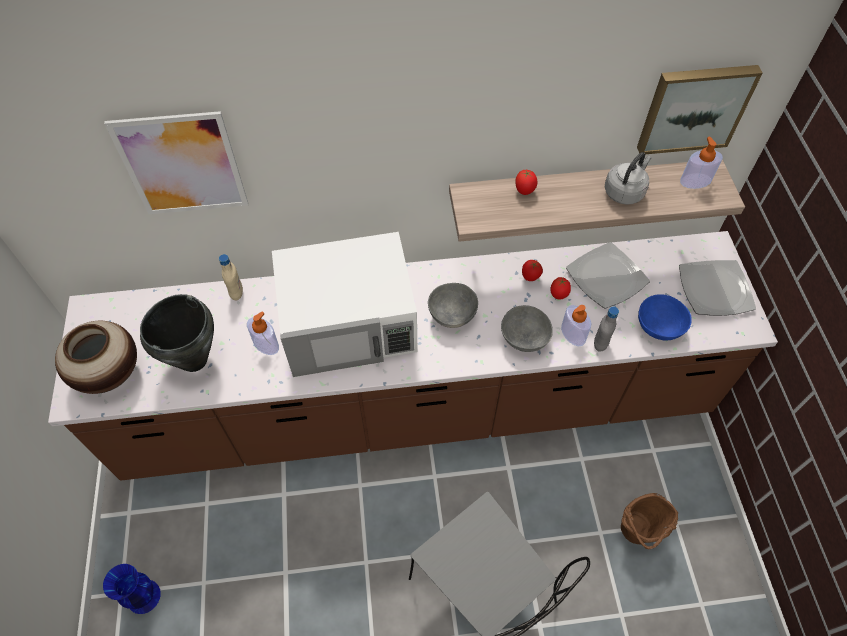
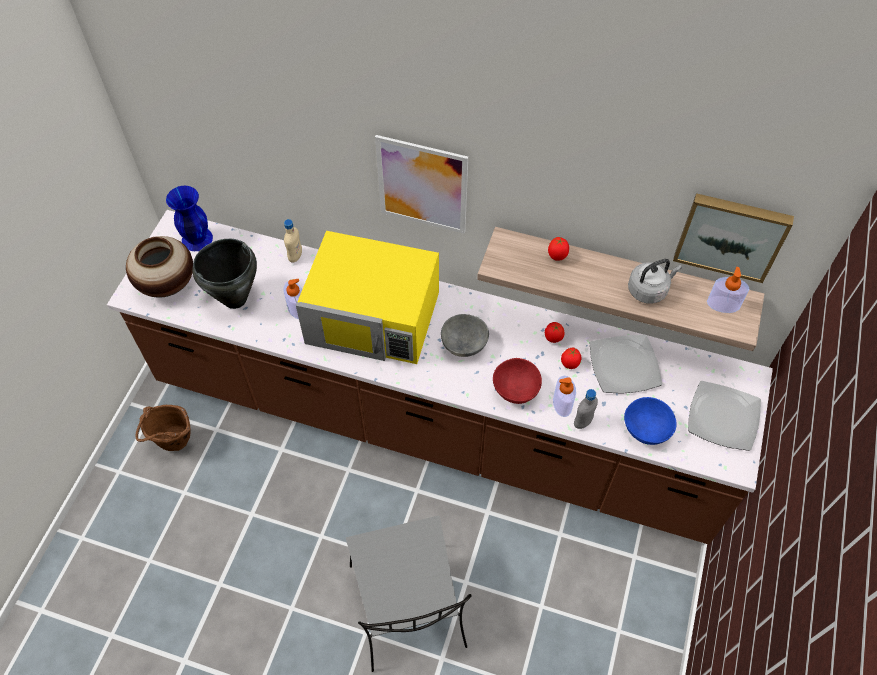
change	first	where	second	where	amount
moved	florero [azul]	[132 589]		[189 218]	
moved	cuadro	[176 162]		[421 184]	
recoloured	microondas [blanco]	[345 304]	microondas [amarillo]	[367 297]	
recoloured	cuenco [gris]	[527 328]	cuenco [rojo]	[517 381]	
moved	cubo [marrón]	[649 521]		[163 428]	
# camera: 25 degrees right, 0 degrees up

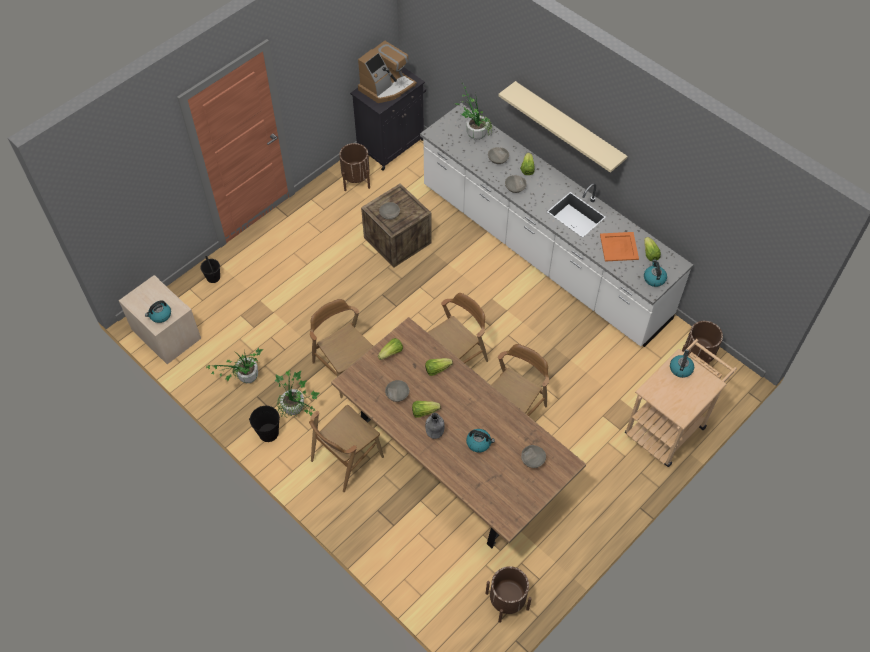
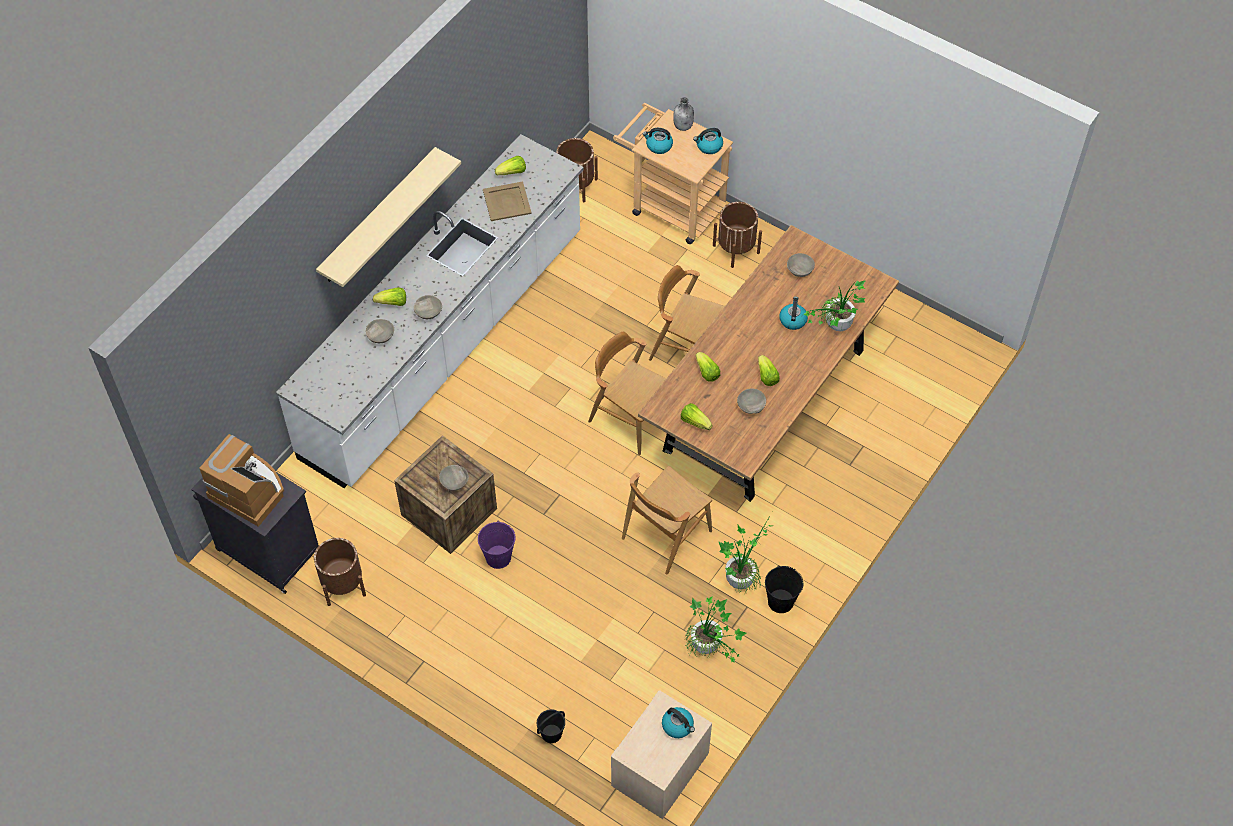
change	first	where	second	where	amount
removed	silla [marrón]	[346 448]			
moved	botella [gris]	[434 426]		[683 114]	
moved	planta en maceta	[472 111]		[834 305]	
moved	maceta [marrón]	[509 594]		[737 235]	
recoloured	bandeja [naranja]	[619 246]	bandeja [beis]	[507 201]	
moved	hervidor	[655 273]		[708 141]	
added			cubo [morado]	[497 545]	
# camera: 100 degrees left, 0 degrees up

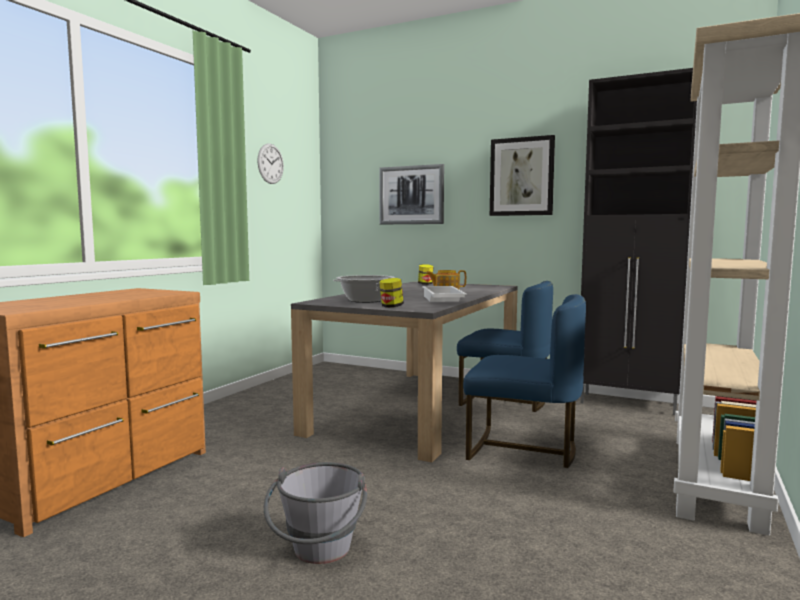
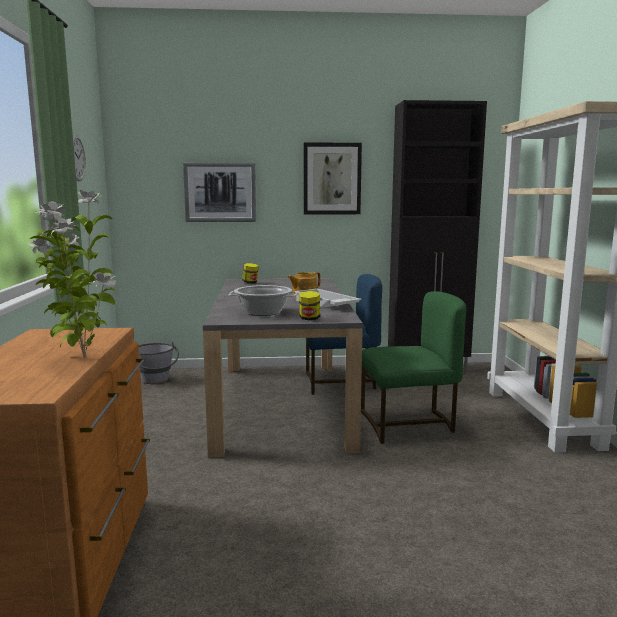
change	first	where	second	where	amount
moved	cubo [gris]	[315 513]		[158 363]	
recoloured	silla [azul]	[524 381]	silla [verde]	[413 367]	
added			planta en maceta	[73 273]	
# camera: 30 degrees left, 5 degrees up

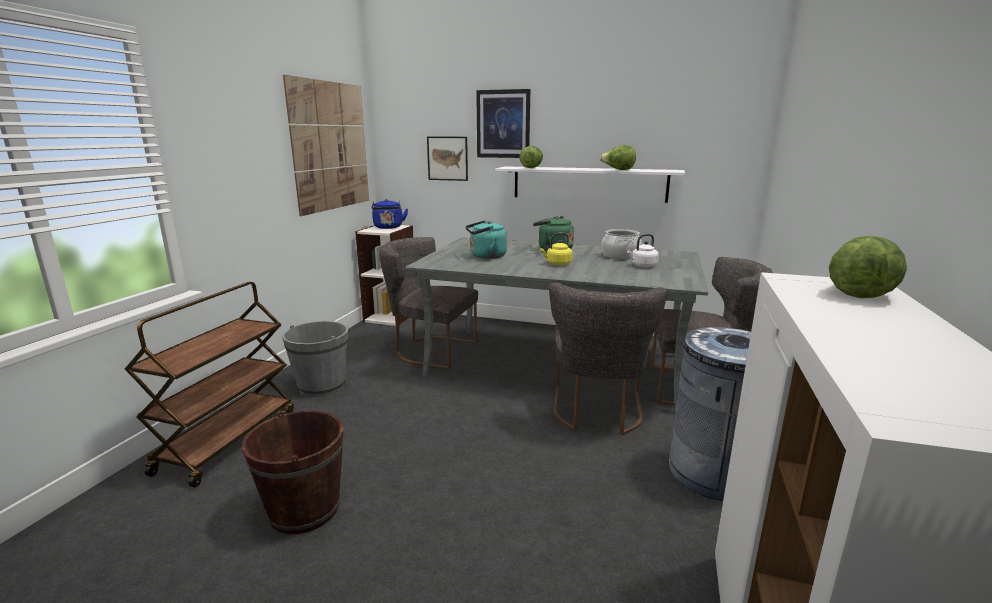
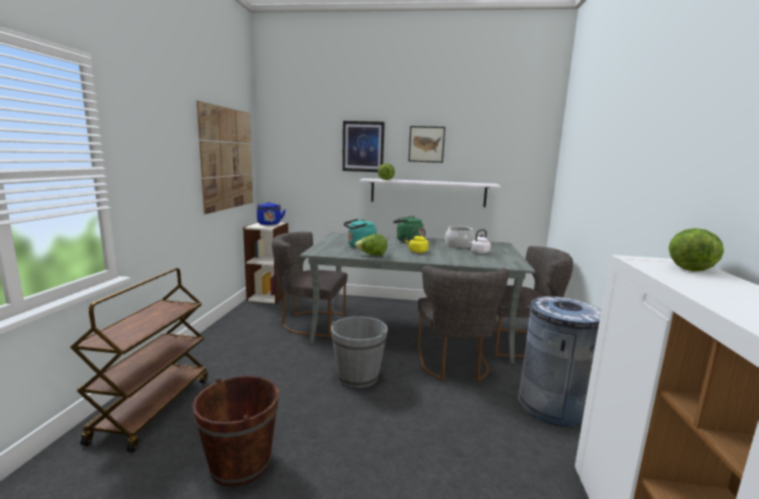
change	first	where	second	where	amount
moved	cubo [gris]	[315 359]		[359 352]	
moved	cuadro	[447 159]		[426 144]	
moved	lechuga	[618 157]		[371 245]	
# camera: 10 degrees left, 5 degrees down

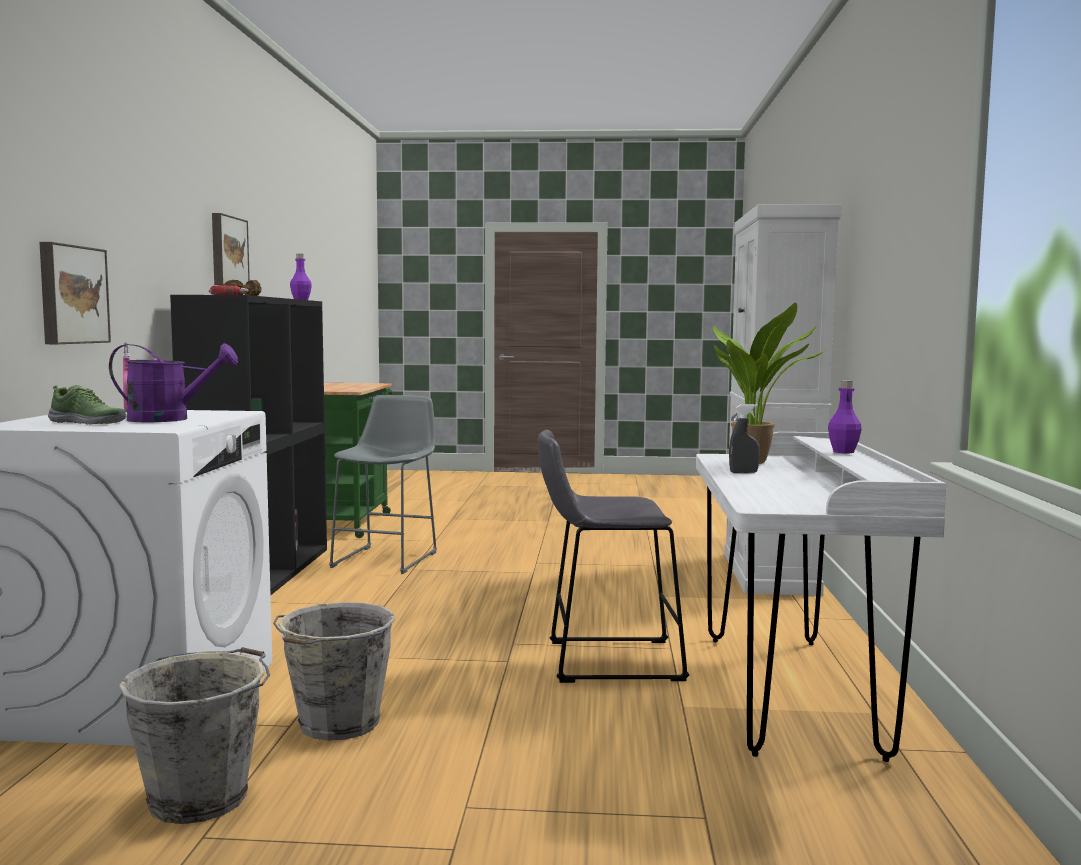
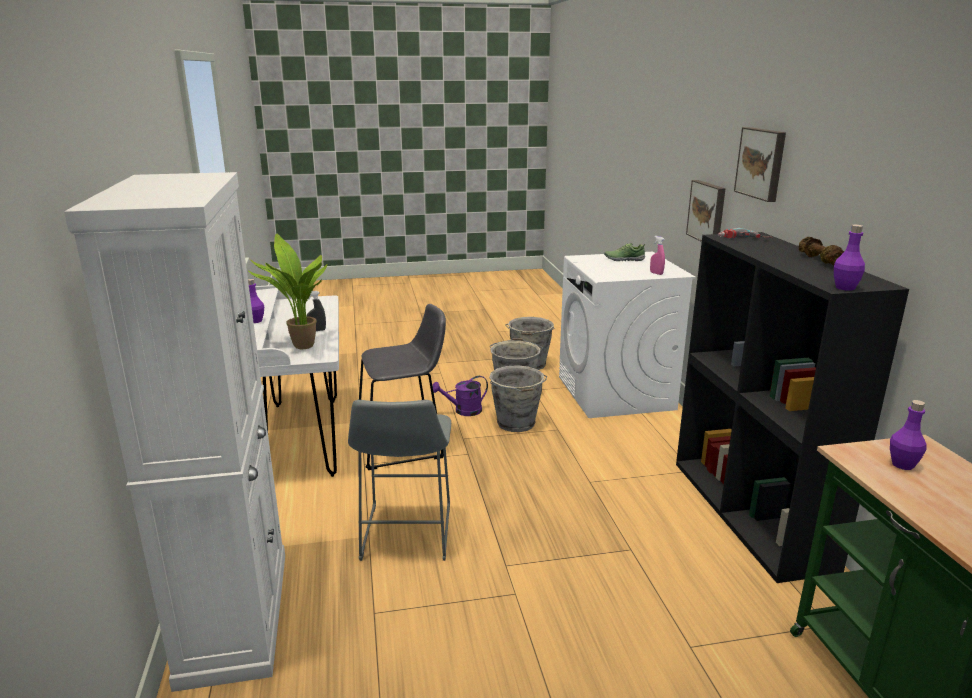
change	first	where	second	where	amount
moved	regadera [morado]	[173 382]		[460 396]	
moved	cuadro	[231 249]		[760 164]	
moved	taburete [gris]	[383 484]		[399 480]	
added			cubo [gris]	[518 398]	
added			botella [morado]	[908 435]	
# camera: 165 degrees right, 15 degrees up

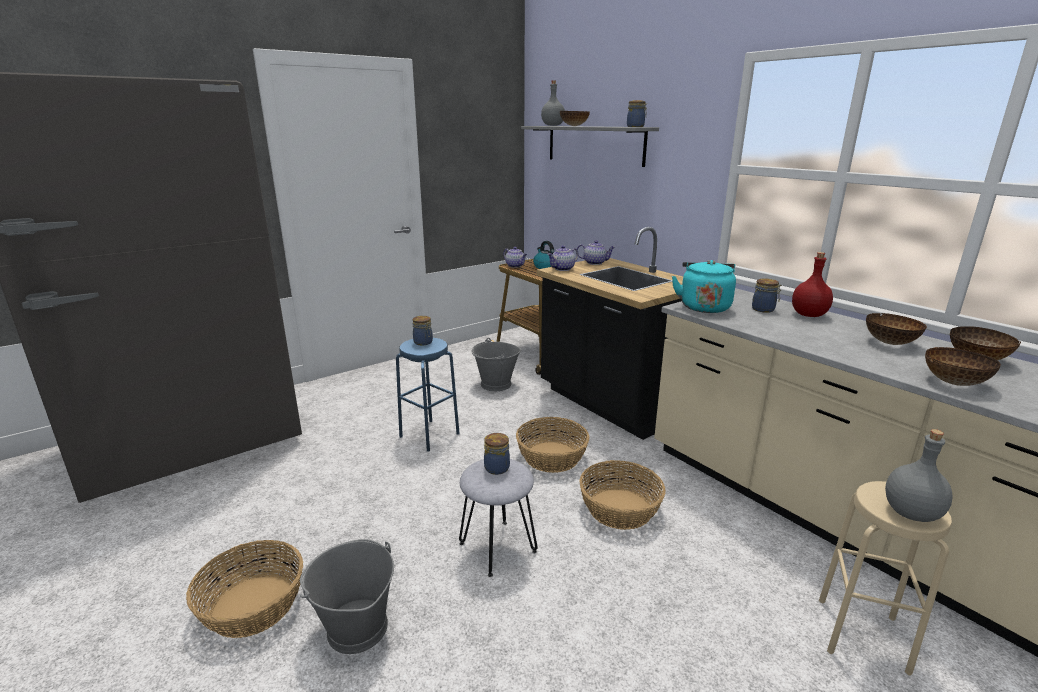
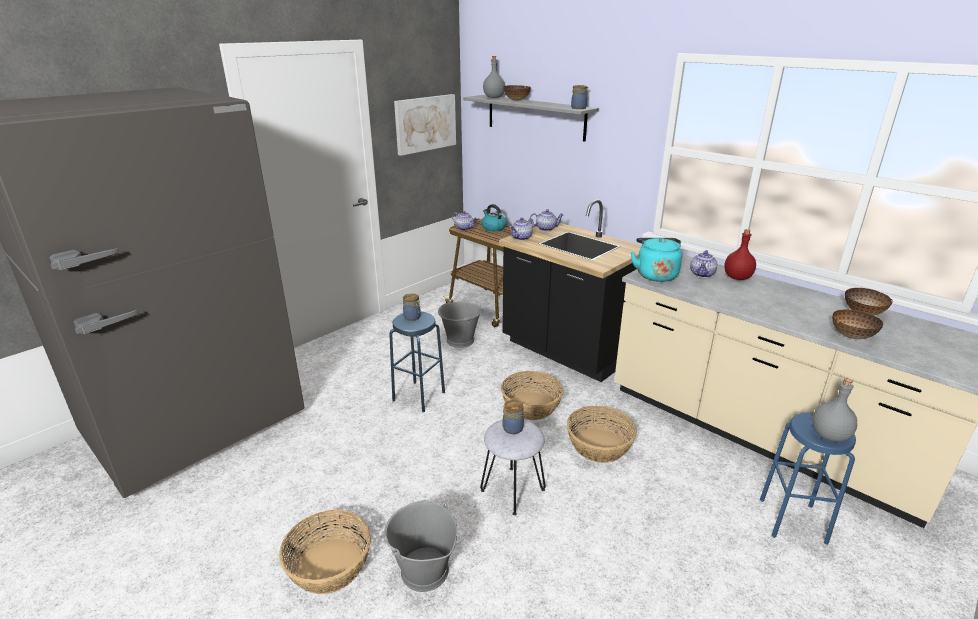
change	first	where	second	where	amount
replaced	tarro	[767 295]	tetera	[703 264]	
recoloured	taburete [beis]	[885 578]	taburete [azul]	[808 478]	
removed	cuenco	[896 329]			
added			cuadro	[425 125]	
# camera: 10 degrees left, 5 degrees up

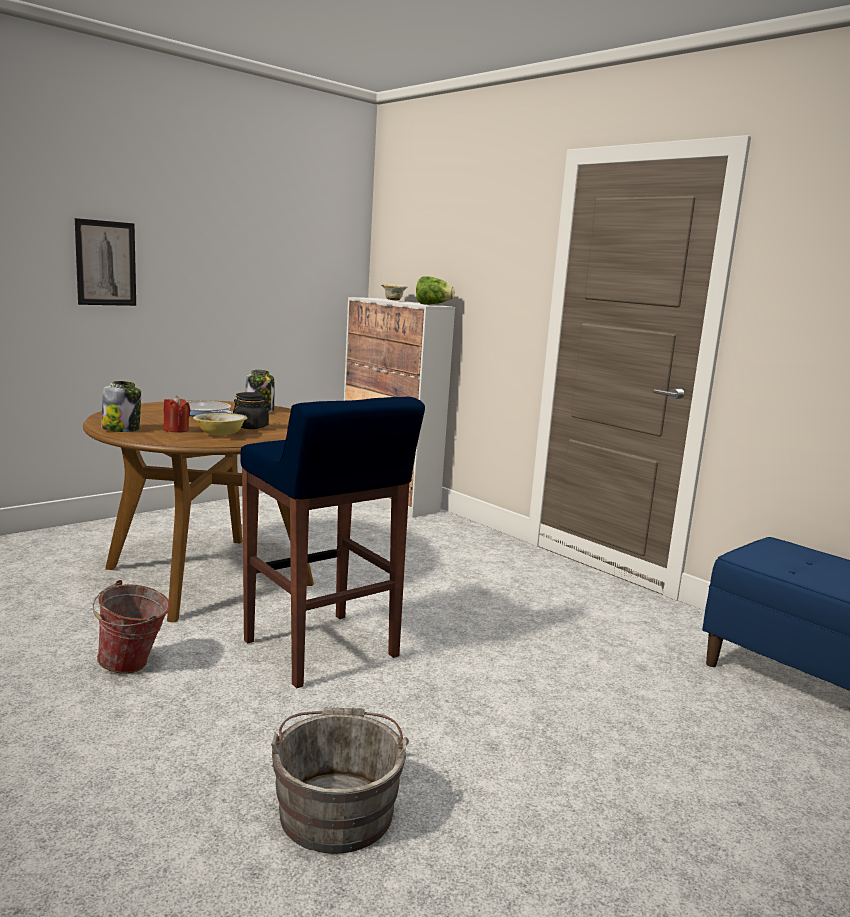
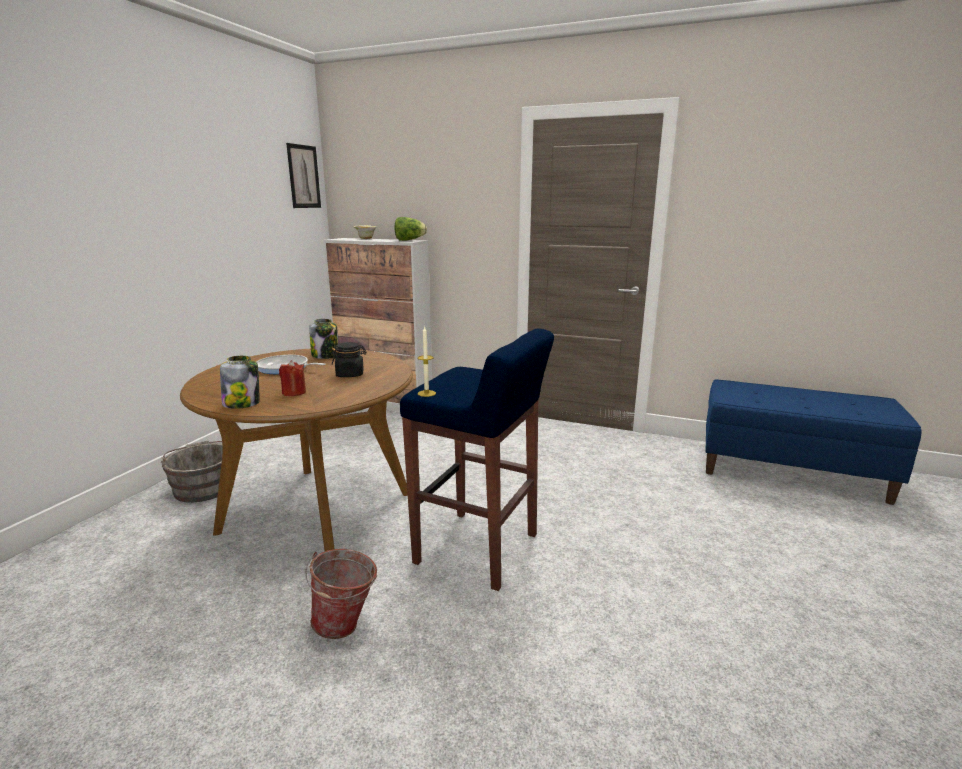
change	first	where	second	where	amount
moved	cuadro	[105 262]		[303 175]	
removed	cuenco	[220 424]			
moved	cubo [gris]	[340 780]		[197 472]	
added			vela	[427 361]	
# camera: 25 degrees left, 5 degrees up

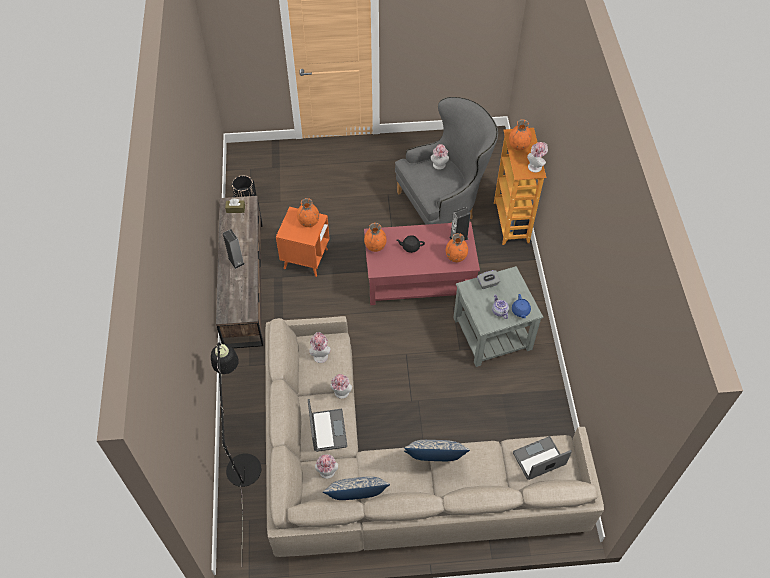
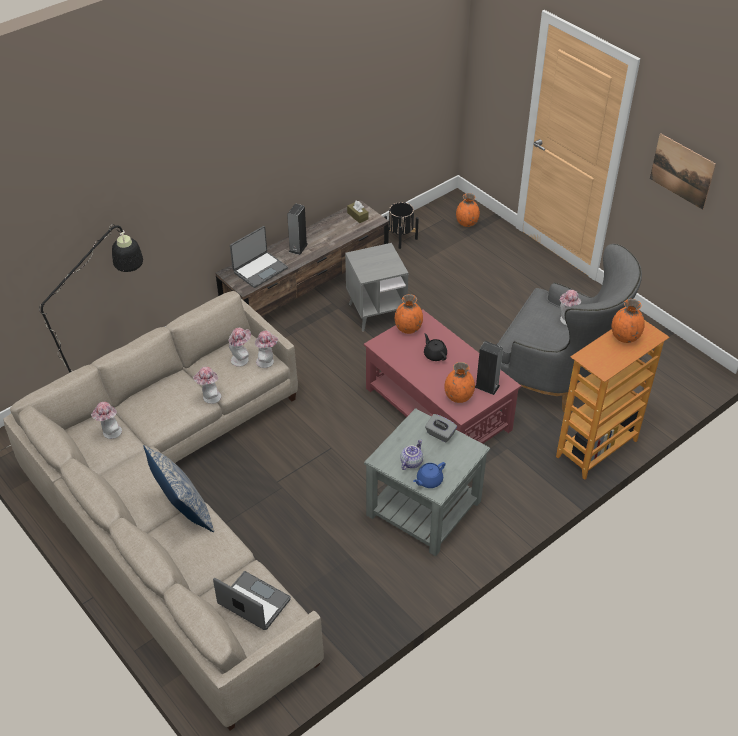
change	first	where	second	where	amount
recoloured	mesa auxiliar [naranja]	[303 242]	mesa auxiliar [gris]	[376 287]	
moved	florero [naranja]	[308 212]		[468 210]	
moved	portátil	[327 425]		[259 257]	
removed	cojín	[356 488]			
moved	sombrero	[537 157]		[266 349]	
added			cuadro	[683 171]	
# camera: 55 degrees right, 10 degrees down

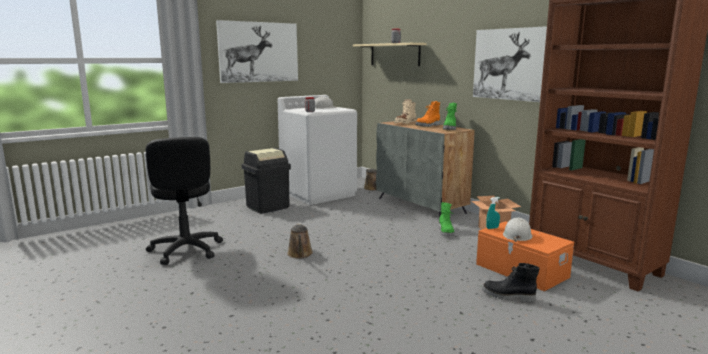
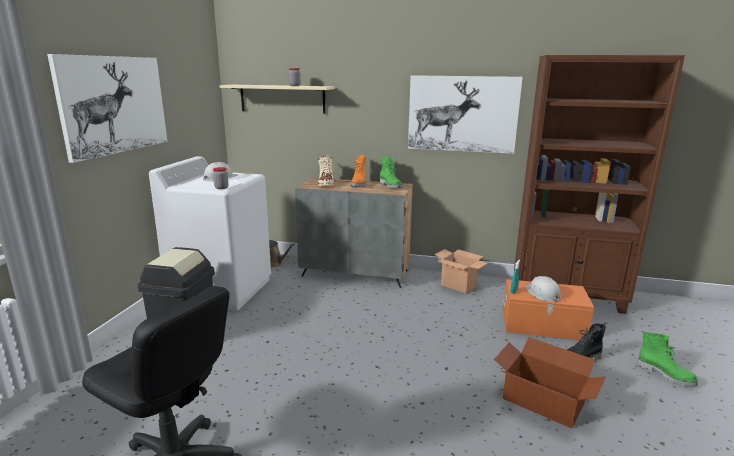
change	first	where	second	where	amount
removed	regadera [marrón]	[300 241]			
moved	bota [verde]	[446 219]		[667 359]	
added			caja de cartón	[550 382]	
# camera: 40 degrees left, 5 degrees up

